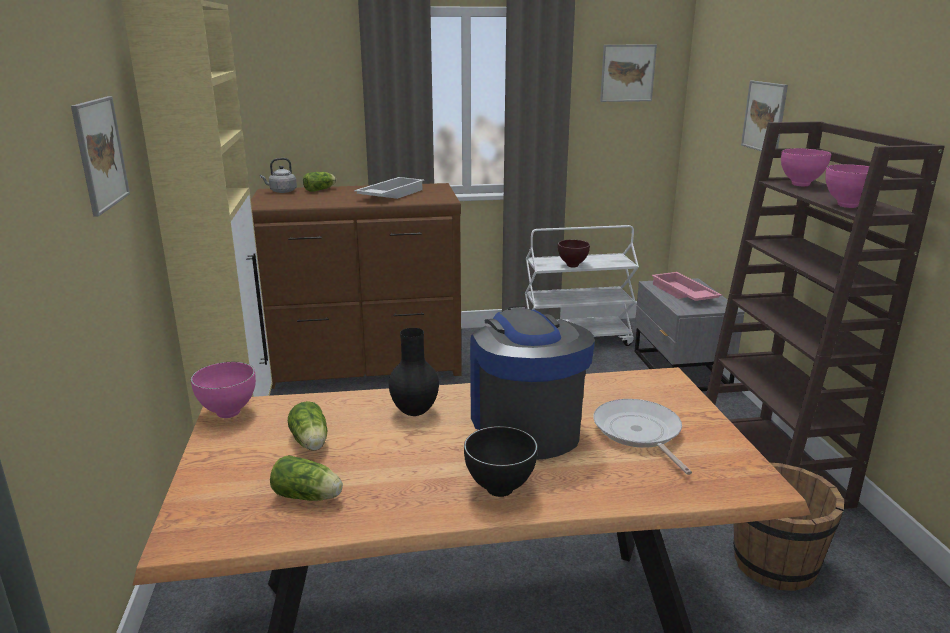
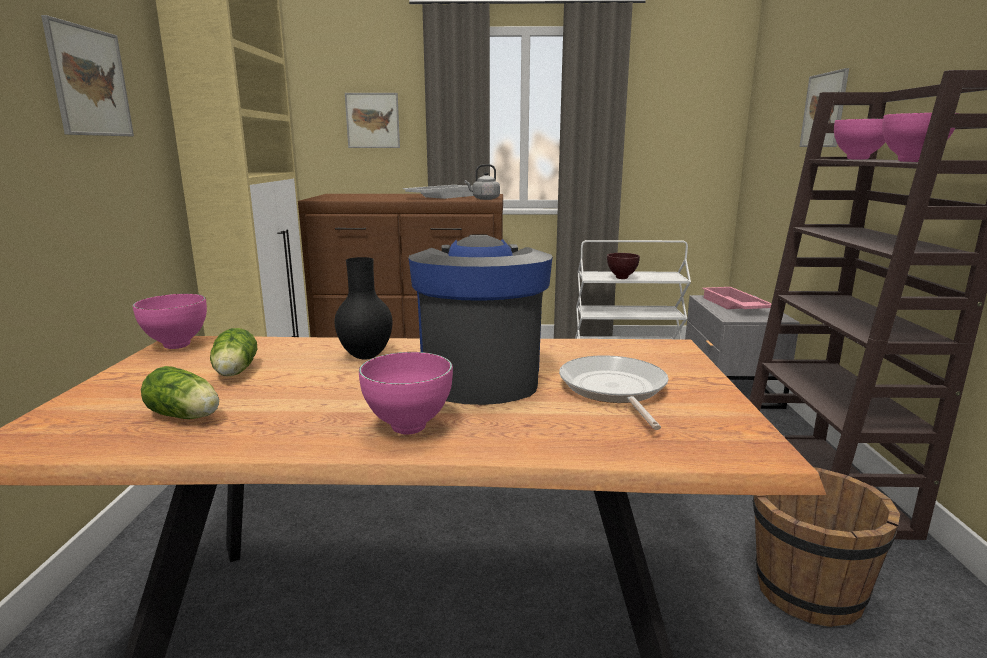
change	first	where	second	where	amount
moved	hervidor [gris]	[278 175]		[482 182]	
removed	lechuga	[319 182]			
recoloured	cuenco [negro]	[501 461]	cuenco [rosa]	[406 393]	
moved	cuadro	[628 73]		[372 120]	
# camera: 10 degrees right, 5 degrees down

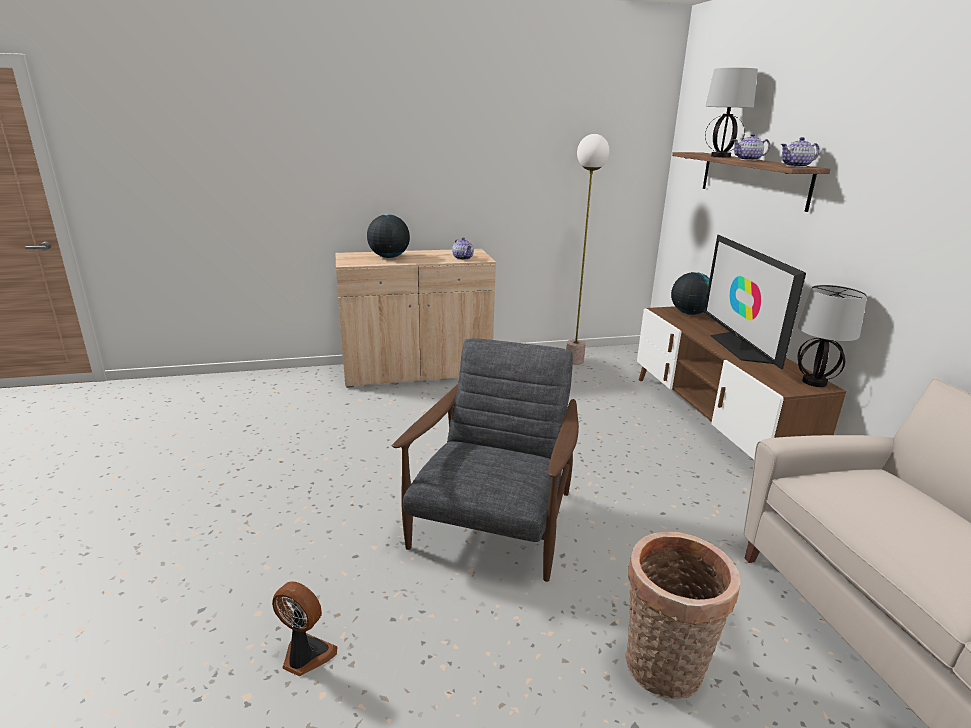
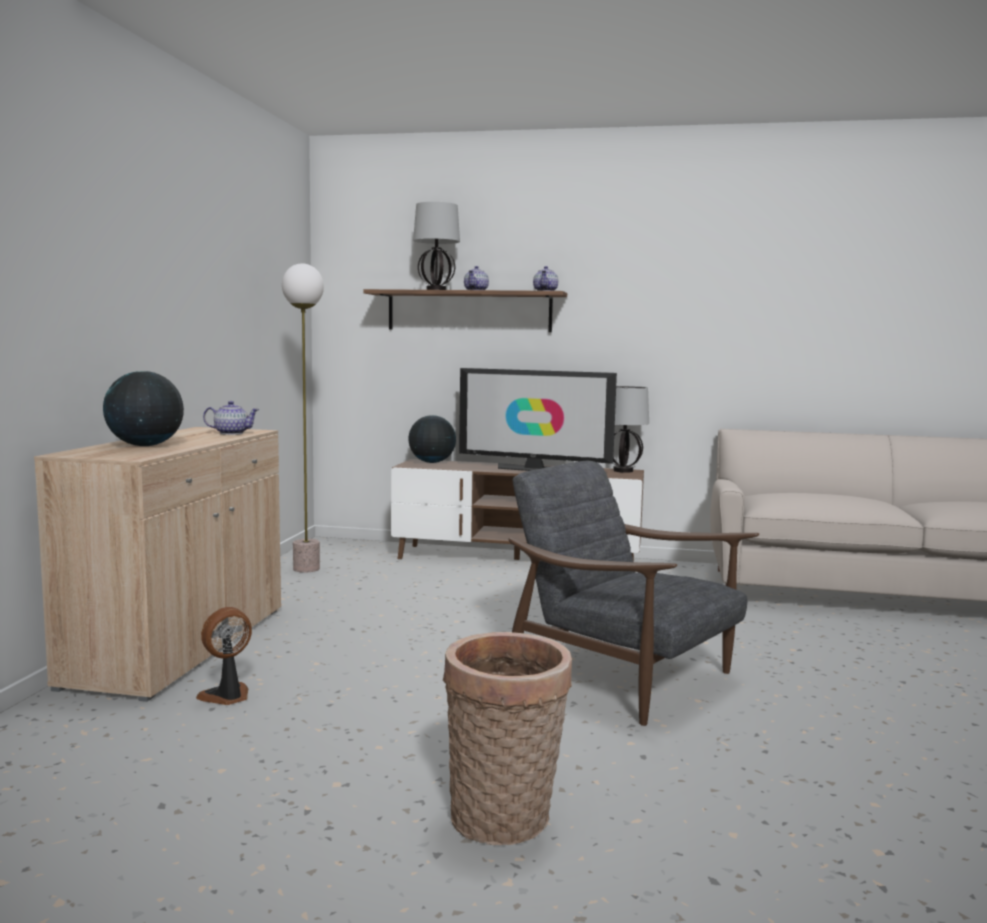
change	first	where	second	where	amount
moved	ventilador	[304 628]		[224 656]	
moved	cesta	[683 615]		[507 738]	
# camera: 65 degrees left, 15 degrees down

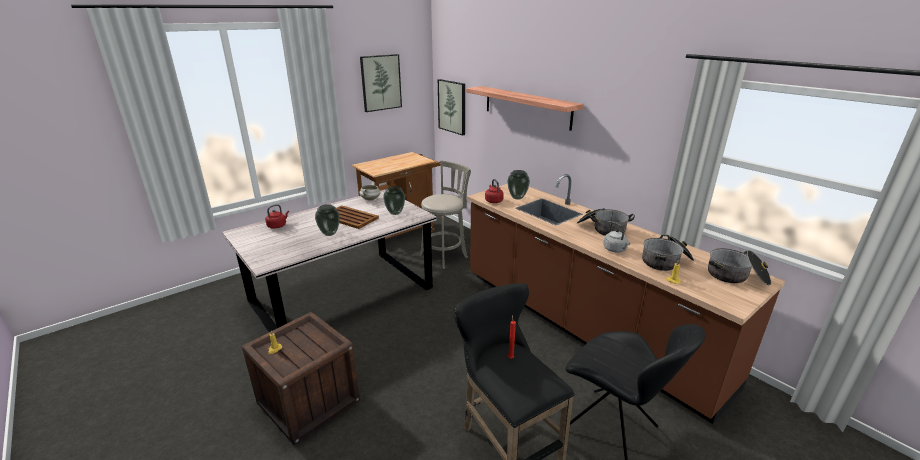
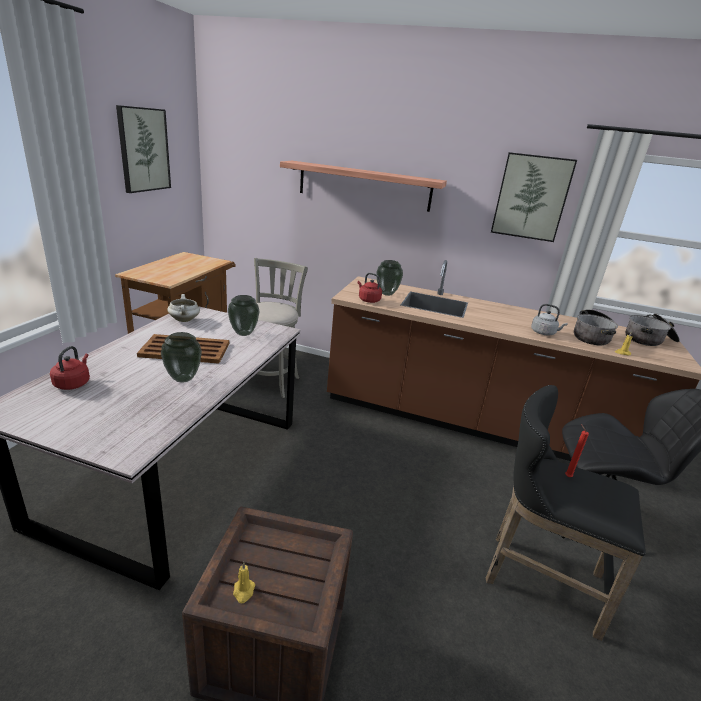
change	first	where	second	where	amount
moved	cuadro	[451 107]		[534 197]	
removed	olla	[606 222]			
# camera: 35 degrees left, 0 degrees up

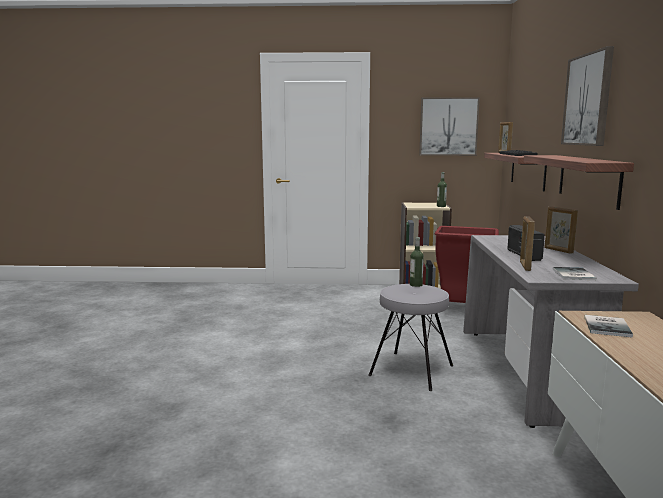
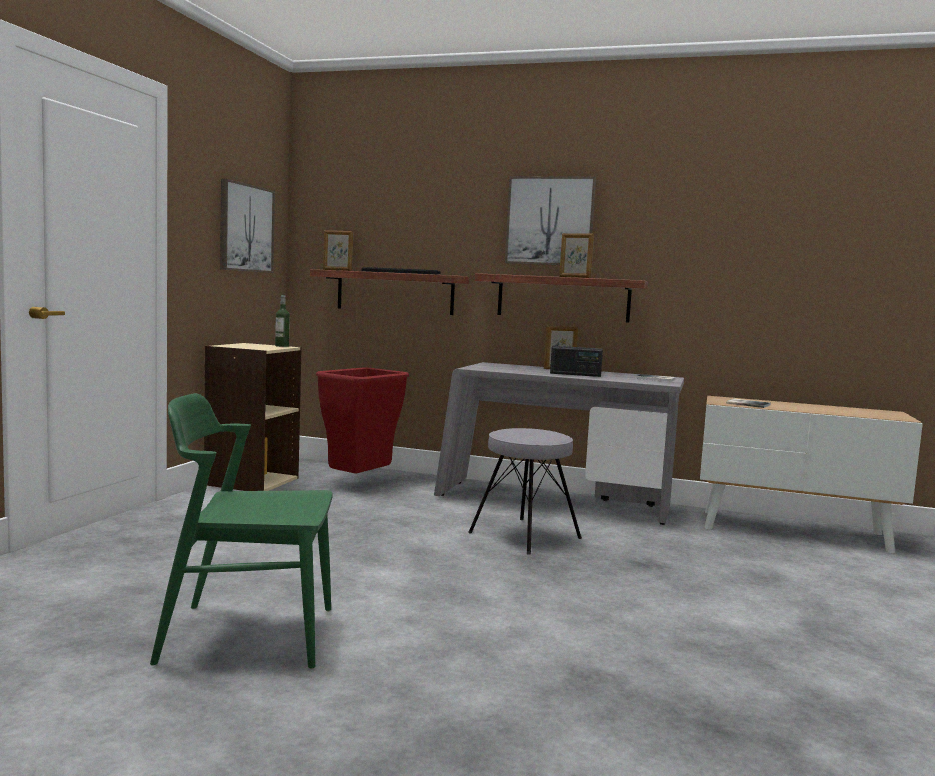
change	first	where	second	where	amount
removed	botella	[417 262]			
moved	portarretratos	[527 243]		[576 255]	
added			silla [verde]	[241 531]	
# camera: 75 degrees left, 5 degrees down

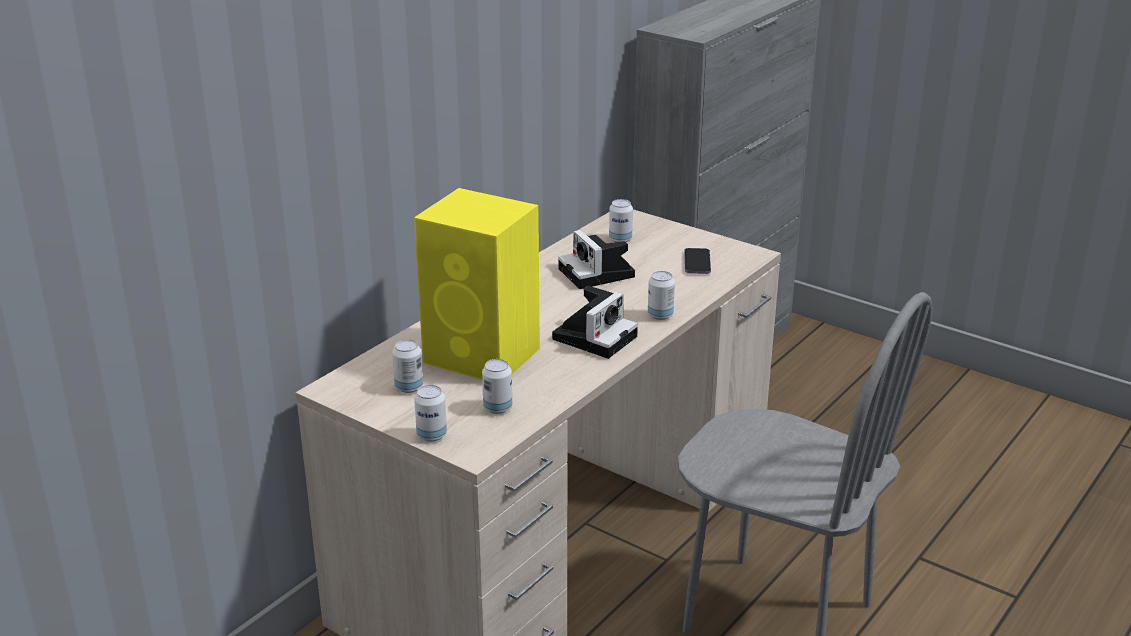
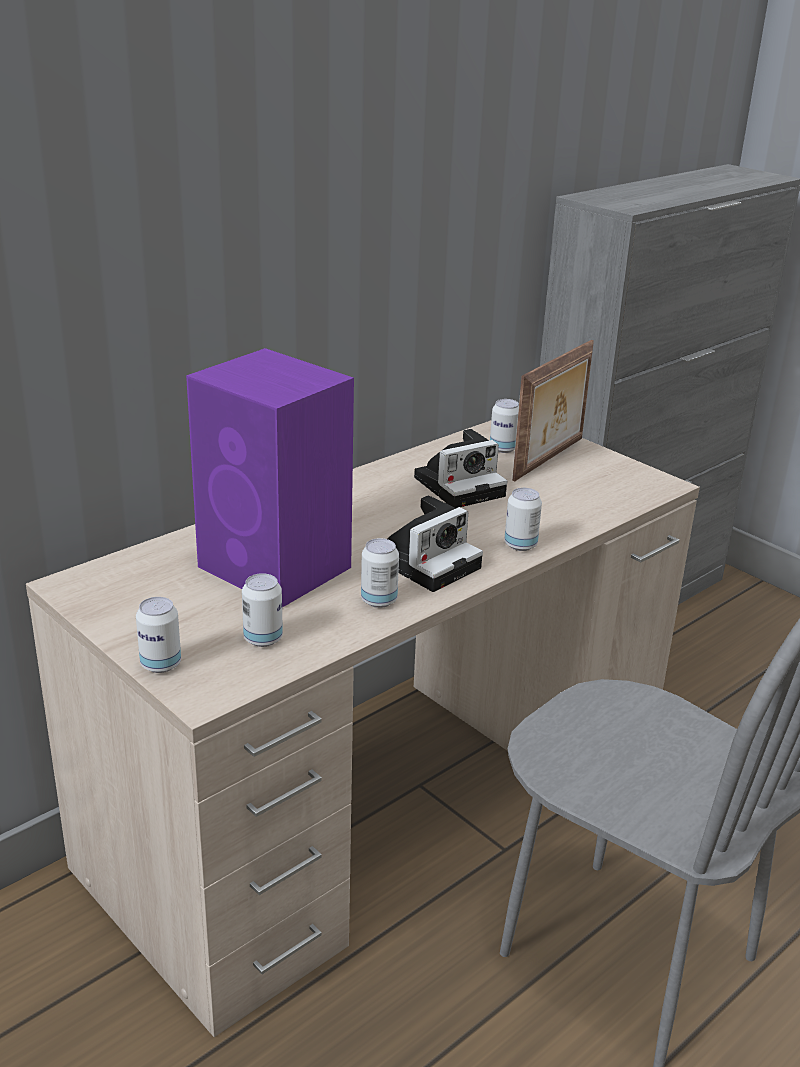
change	first	where	second	where	amount
moved	lata	[407 366]		[380 573]	
recoloured	altavoz [amarillo]	[477 284]	altavoz [morado]	[270 478]	
turned	cámara	[596 259]		[460 468]	105 degrees counterclockwise
removed	móvil	[697 261]			
added			portarretratos	[553 410]	
# camera: 10 degrees right, 0 degrees up

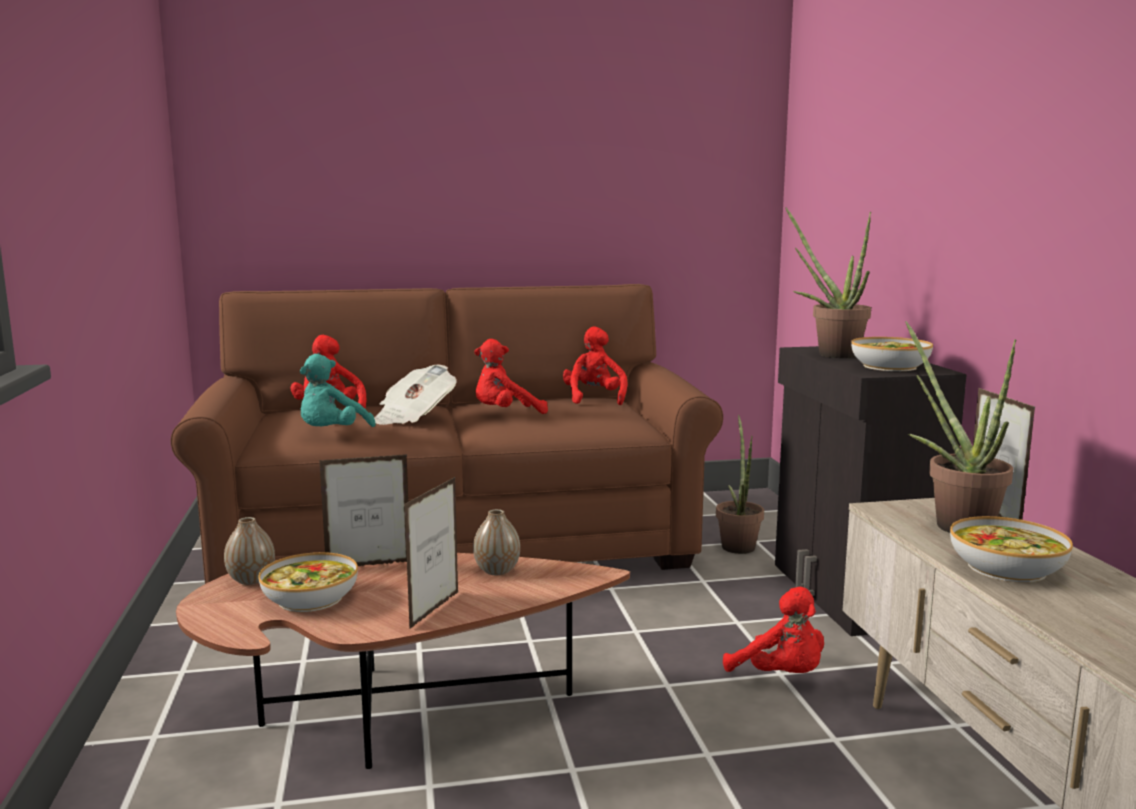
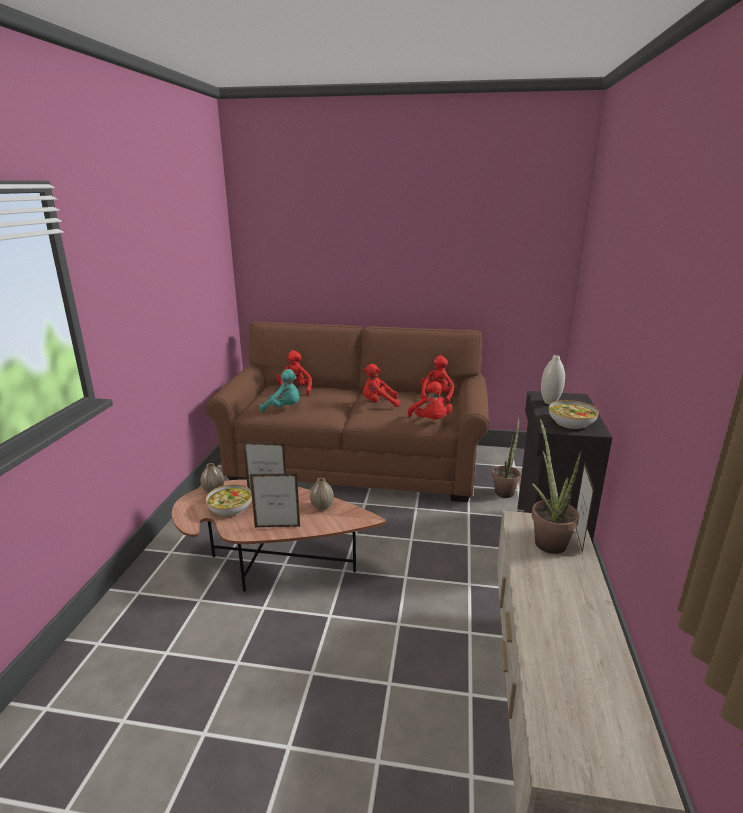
change	first	where	second	where	amount
turned	peluche [turquesa]	[338 390]		[279 390]	120 degrees counterclockwise
removed	periódico	[415 394]			
turned	portarretratos	[432 553]		[275 500]	45 degrees clockwise
moved	peluche [rojo]	[773 630]		[430 400]	
replaced	planta en maceta	[828 283]	florero [blanco]	[553 380]	
removed	cuenco	[1011 549]			
# camera: 20 degrees right, 10 degrees up

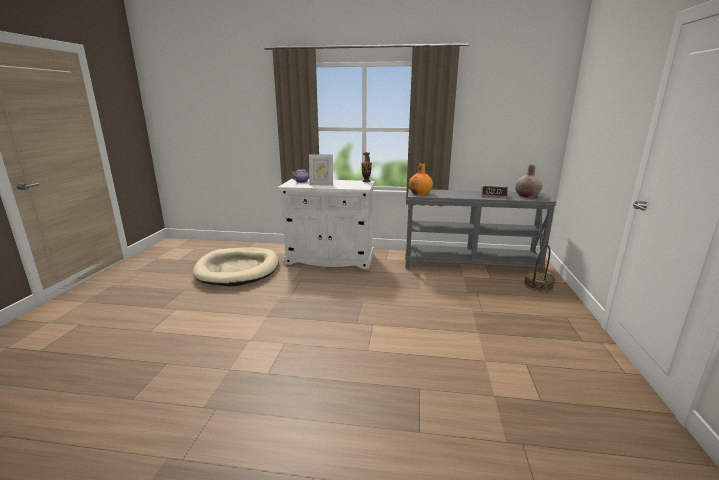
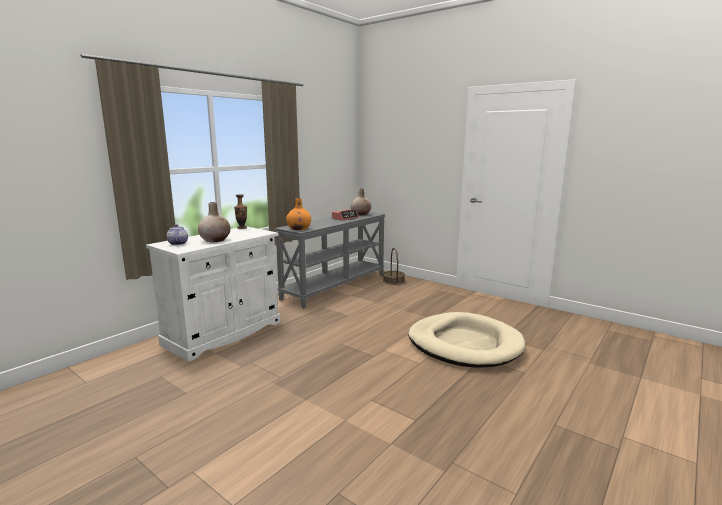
change	first	where	second	where	amount
moved	cama para perro [beis]	[236 266]		[466 340]	
replaced	portarretratos	[321 170]	florero [beis]	[214 222]	
# camera: 60 degrees left, 5 degrees down

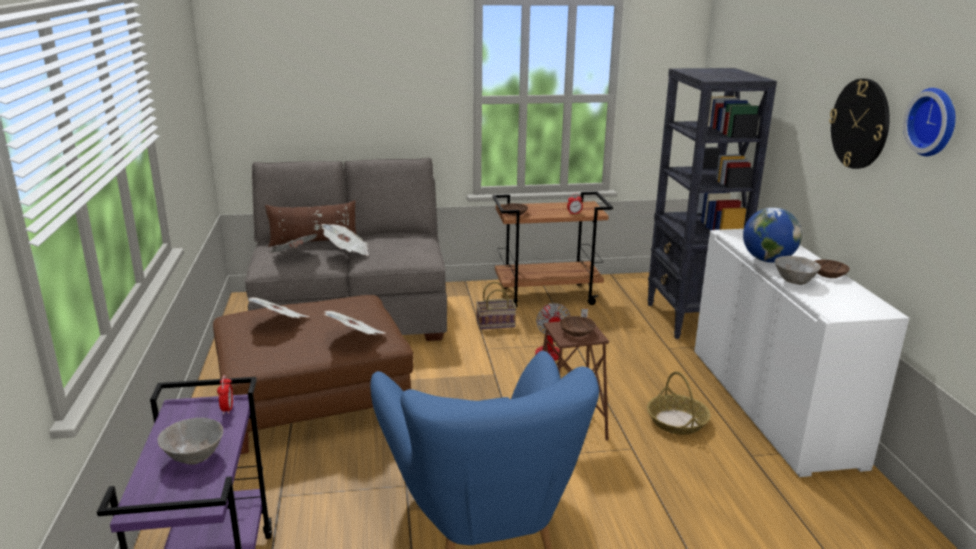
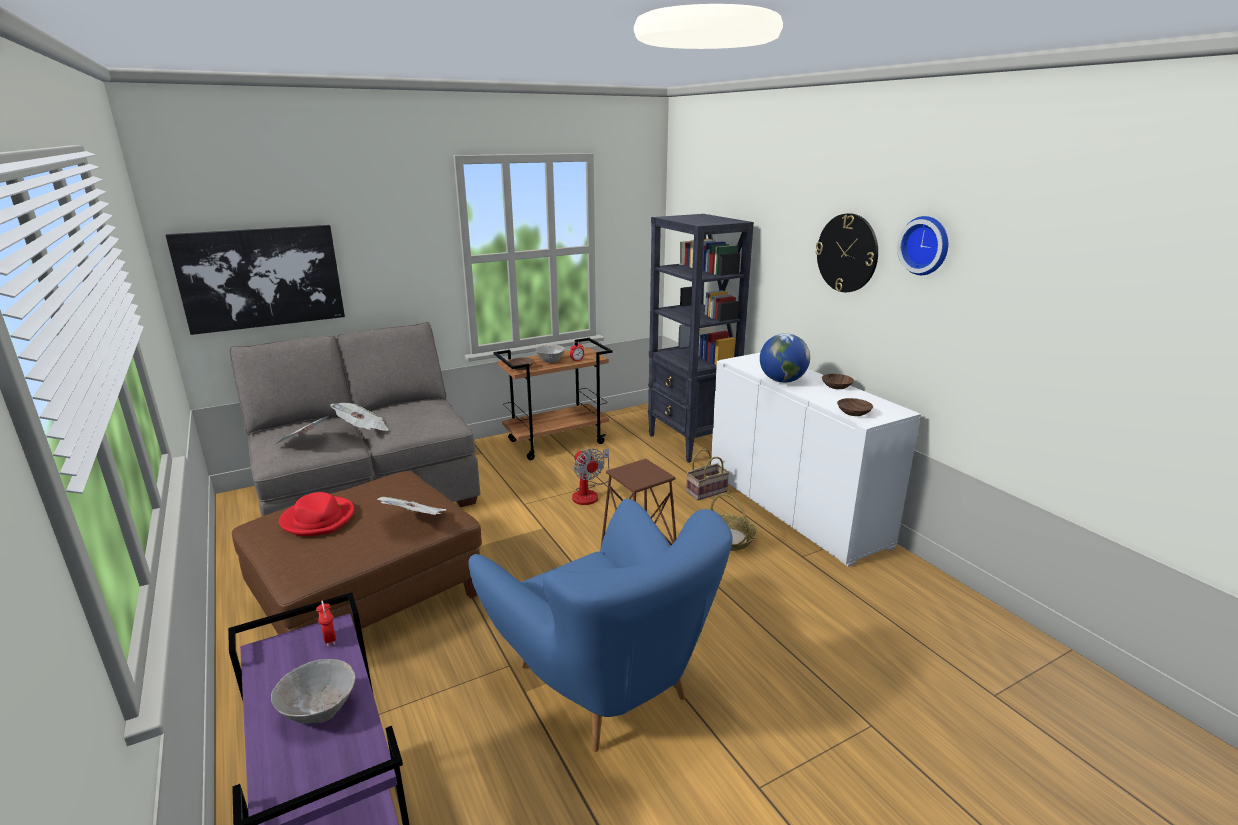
change	first	where	second	where	amount
replaced	periódico	[278 307]	sombrero [rojo]	[317 514]	
removed	cojín [marrón]	[311 223]			
moved	cesta	[496 306]		[707 474]	
moved	cuenco [marrón]	[577 326]		[855 407]	
moved	cuenco [gris]	[798 270]		[550 354]	
added			cuadro	[255 280]	
# camera: 20 degrees left, 0 degrees up

